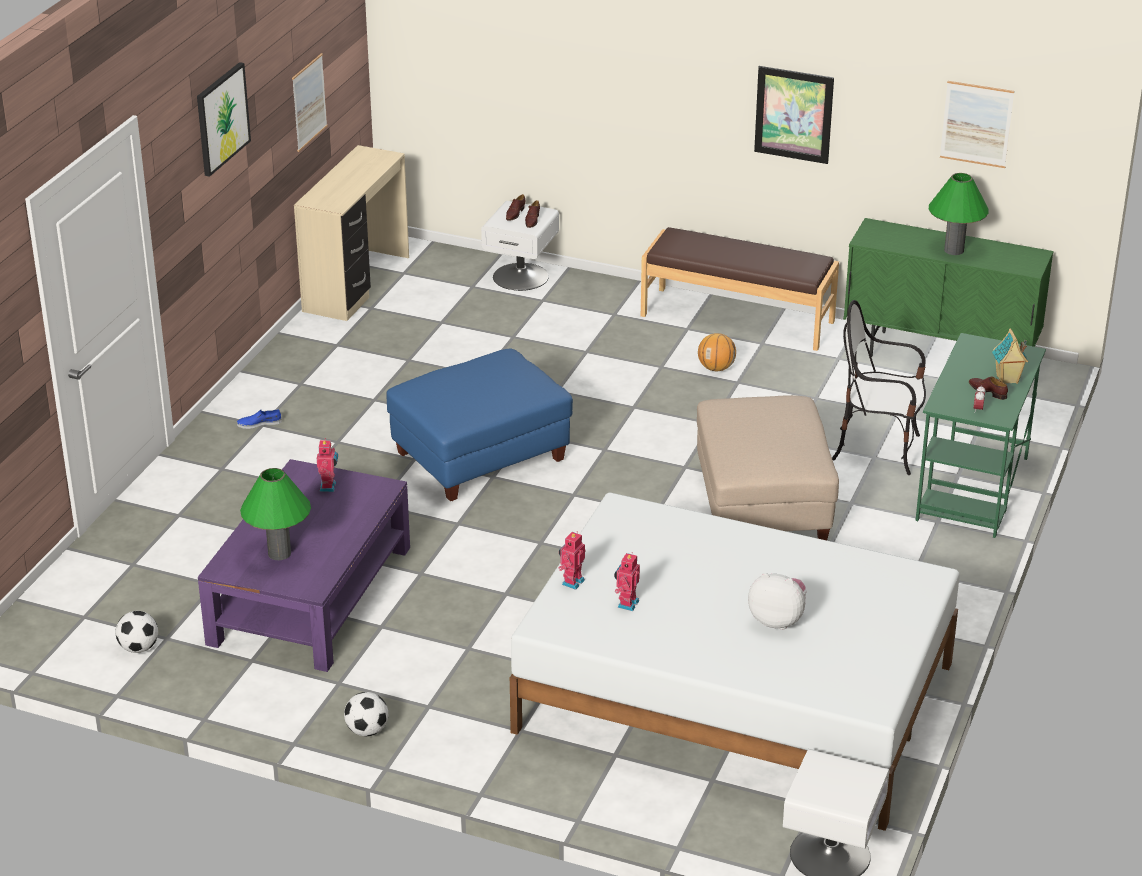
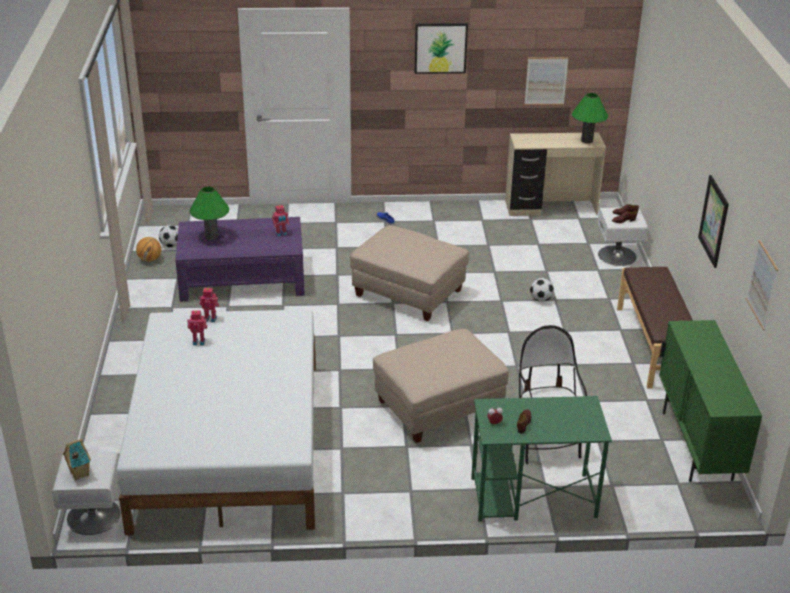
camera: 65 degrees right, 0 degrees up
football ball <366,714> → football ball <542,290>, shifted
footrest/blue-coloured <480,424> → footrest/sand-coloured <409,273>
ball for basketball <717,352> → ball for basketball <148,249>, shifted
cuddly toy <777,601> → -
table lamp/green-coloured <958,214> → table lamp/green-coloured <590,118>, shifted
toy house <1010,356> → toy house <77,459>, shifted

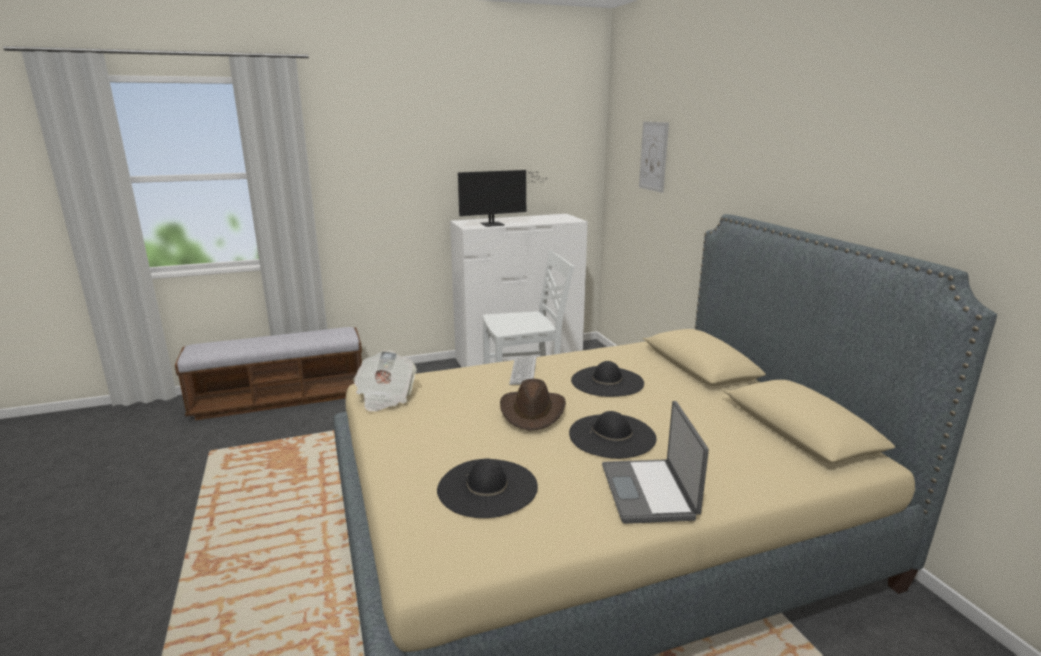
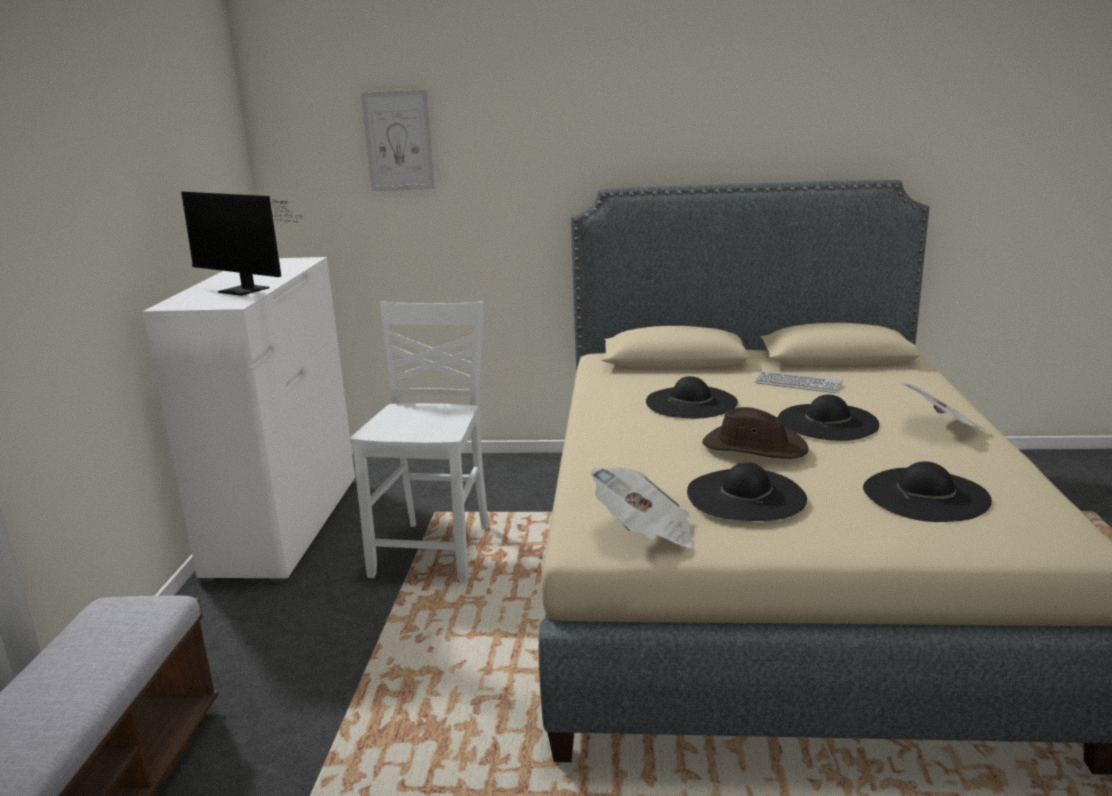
camera: 65 degrees left, 0 degrees up
computer display <502,198> → computer display <241,244>, 120 degrees clockwise
PC keyboard <522,370> → PC keyboard <798,382>, shifted
laptop <655,462> → newspaper <945,407>
- → wearable hat/black <747,491>

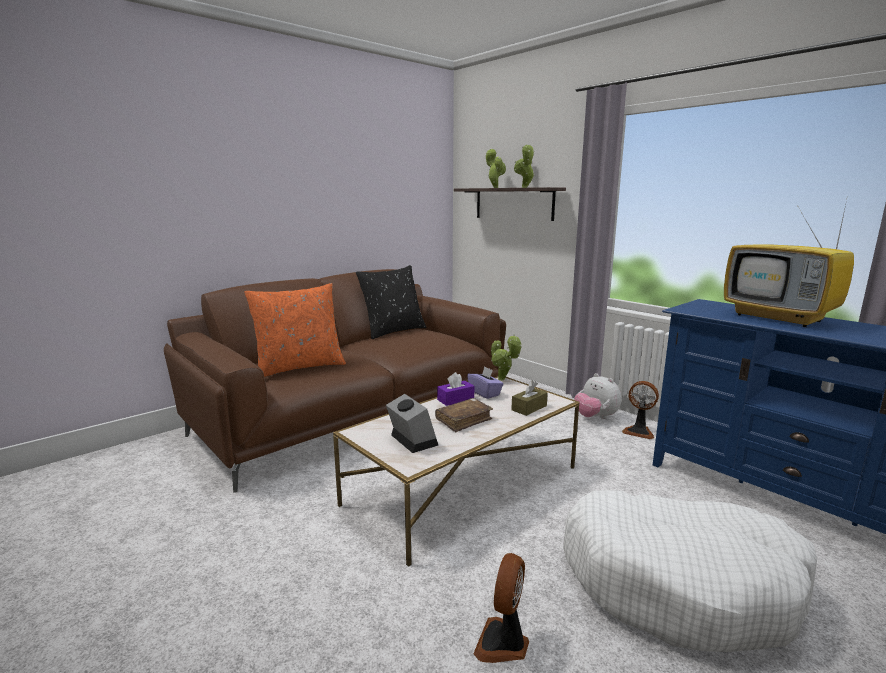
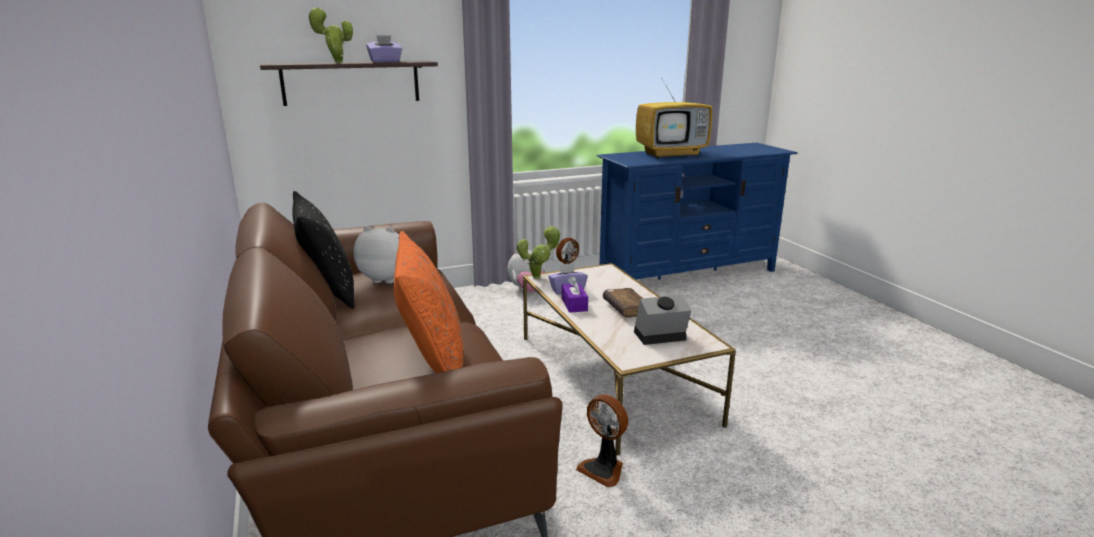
camera: 70 degrees left, 5 degrees up
electric fan <501,608> → electric fan <602,440>, shifted
tissue holder/brown-coloured <529,398> → -
houseplant <524,166> → tissue holder/purplish <384,48>
pet bed/whitish <690,571> → -
- → cuddly toy <376,255>

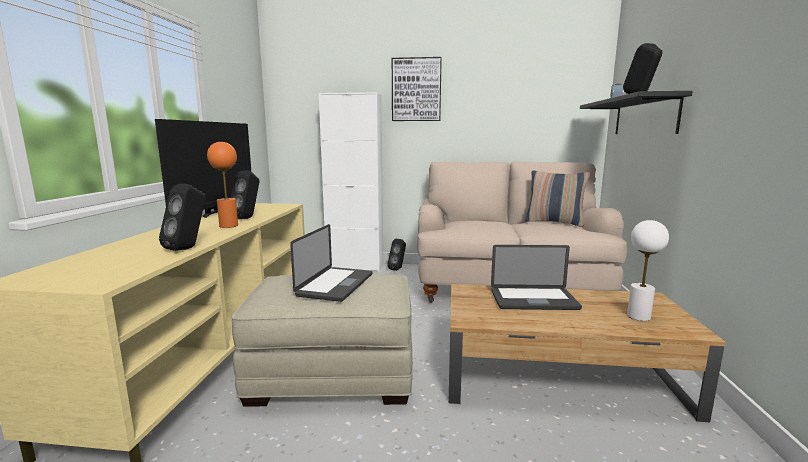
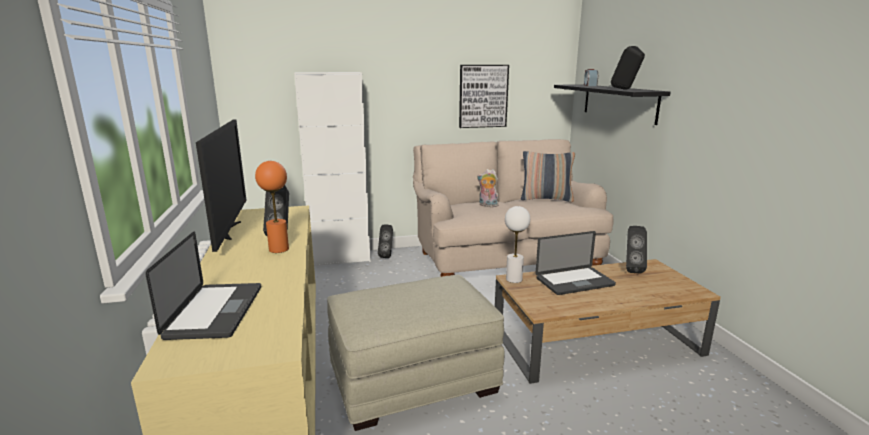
camera: 20 degrees left, 5 degrees up
audio speaker/black <182,217> → audio speaker/black <636,249>, shifted
laptop <331,263> → laptop <203,286>, shifted
picture <417,89> → picture <484,96>, shifted
table lamp/whitish <648,270> → table lamp/whitish <517,244>, shifted
- → cuddly toy <487,188>

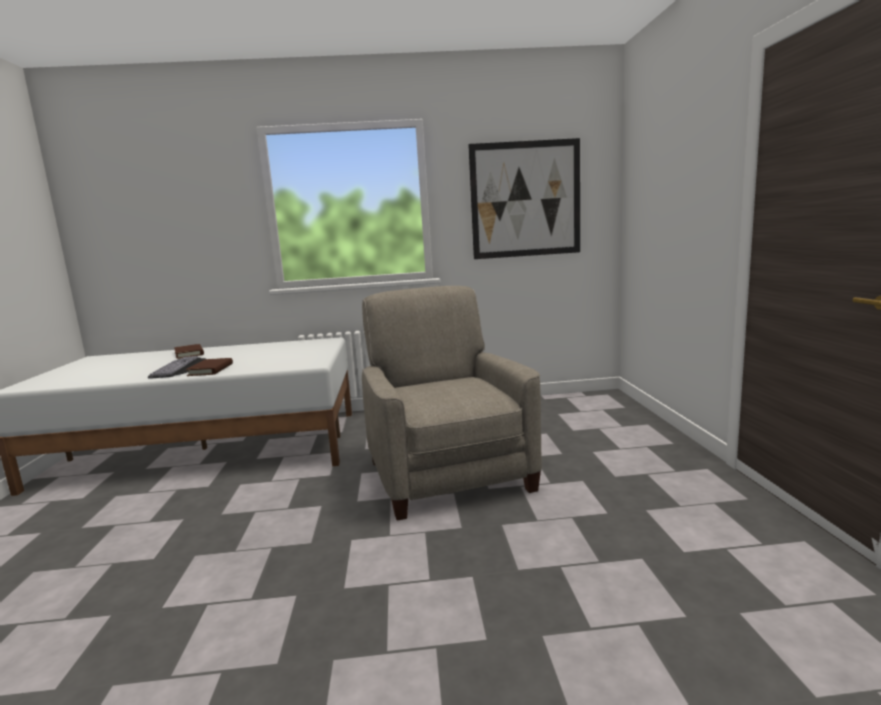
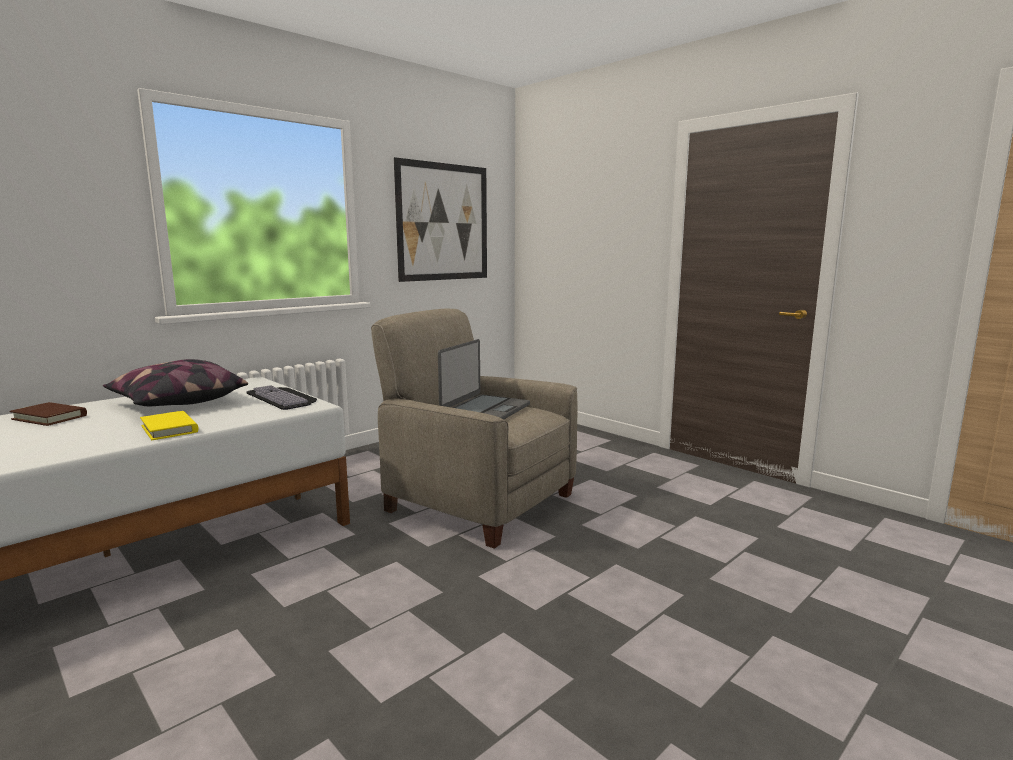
camera: 40 degrees left, 0 degrees up
PC keyboard <176,367> → PC keyboard <281,397>, shifted
bound book/brown-coloured <209,367> → bound book/yellow-coloured <169,425>
- → pillow <175,382>
- → laptop <484,379>

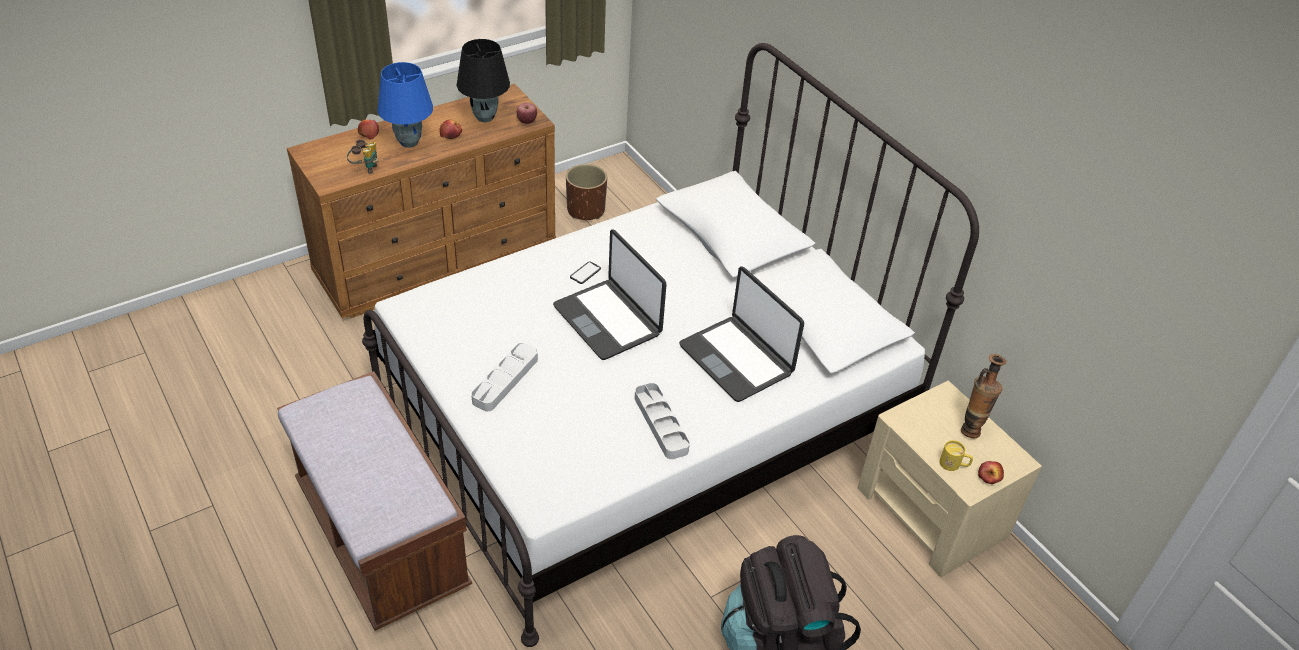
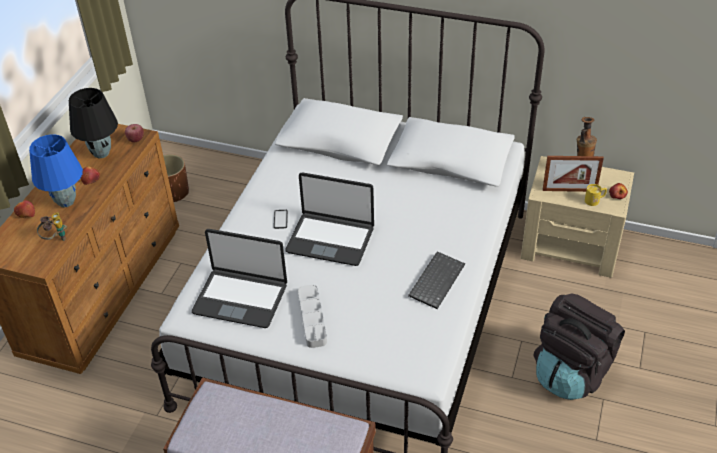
camera: 35 degrees left, 0 degrees up
tray/gray <662,421> → PC keyboard <436,280>
laptop <741,334> → laptop <239,278>, shifted
- → photo frame <573,174>

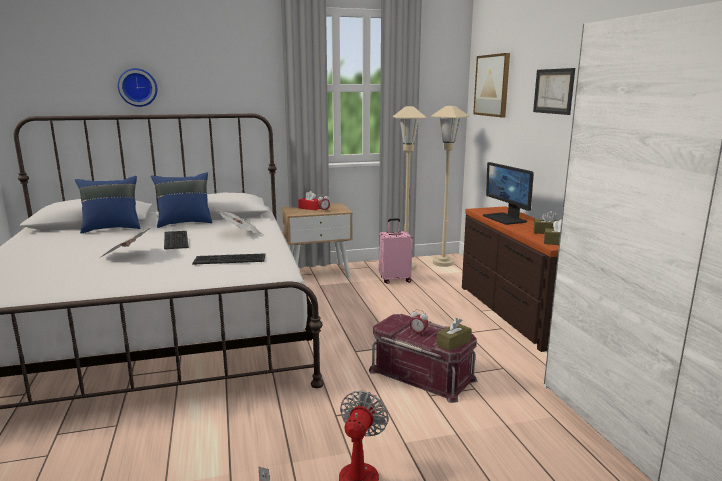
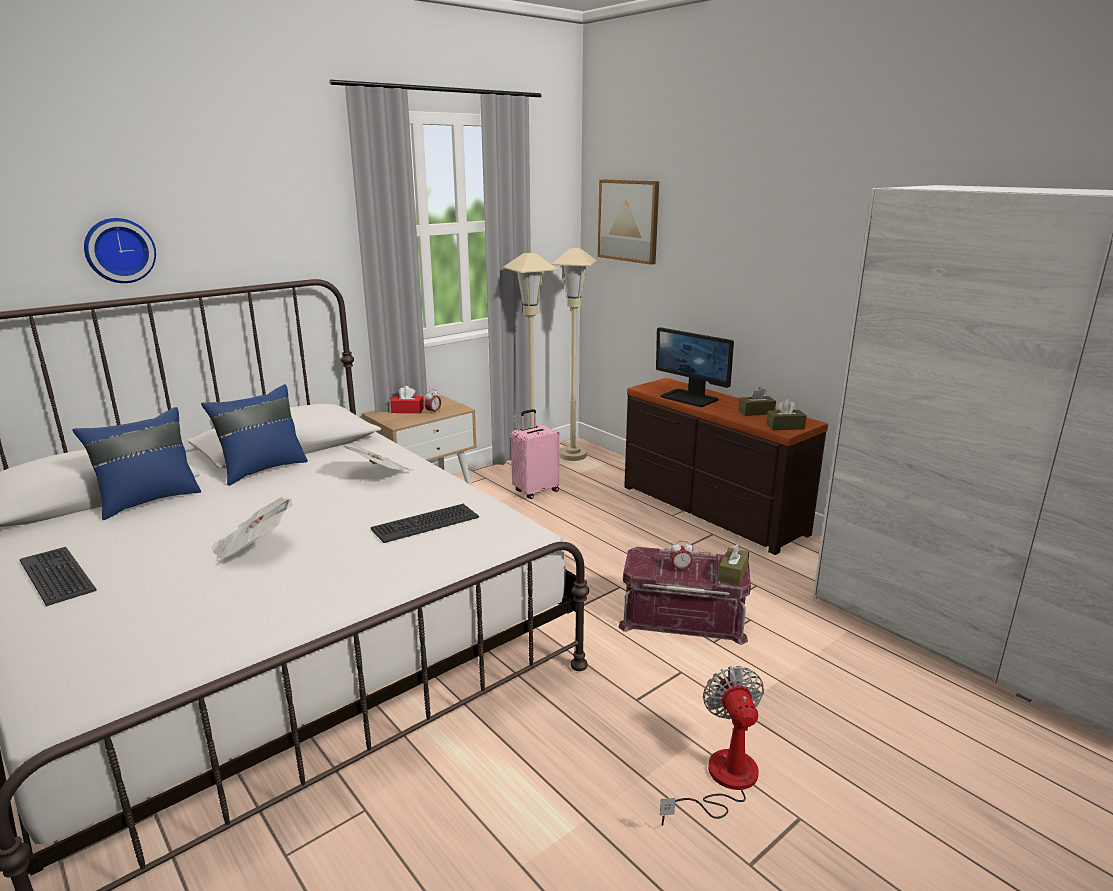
camera: 25 degrees left, 5 degrees up
PC keyboard <176,240> → PC keyboard <58,576>, shifted
picture <554,91> → -

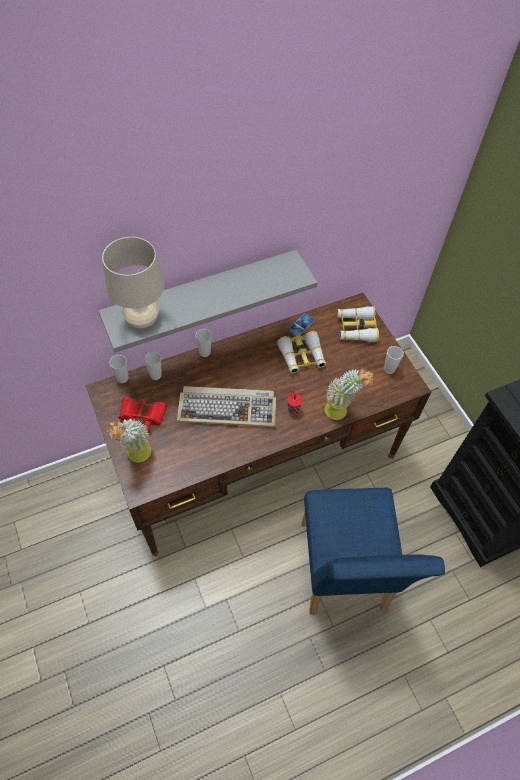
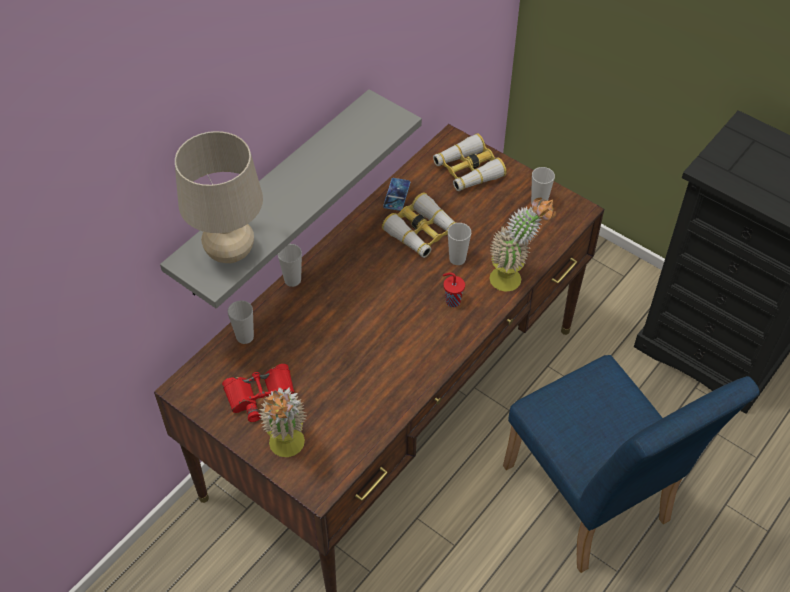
camera: 25 degrees left, 5 degrees down
small cup <119,369> → small cup <459,244>, shifted
PC keyboard <226,406> → -

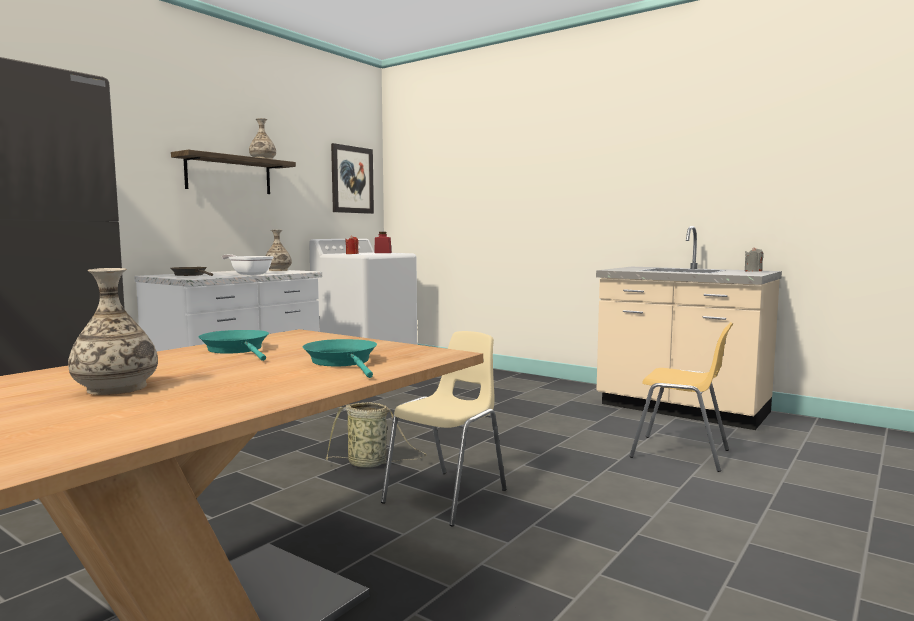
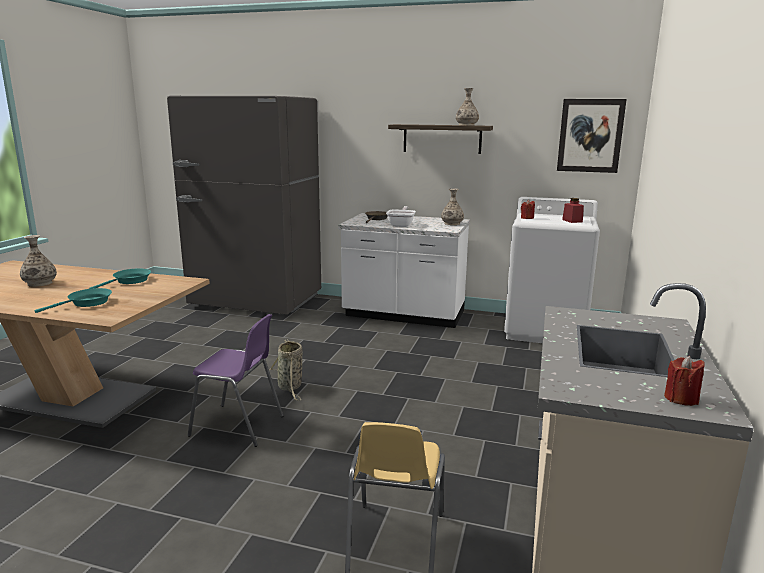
camera: 70 degrees right, 10 degrees up
upright chair/sand-coloured <443,429> → upright chair/purplish <235,380>
candle/gray <754,259> → candle/reddish <684,381>

